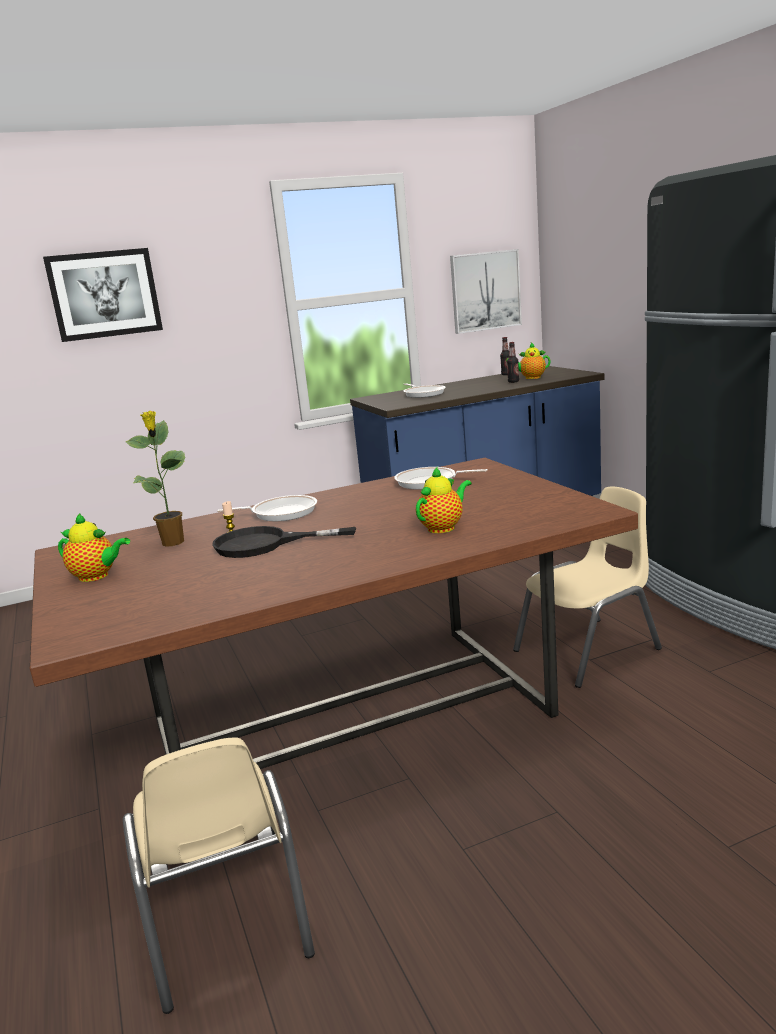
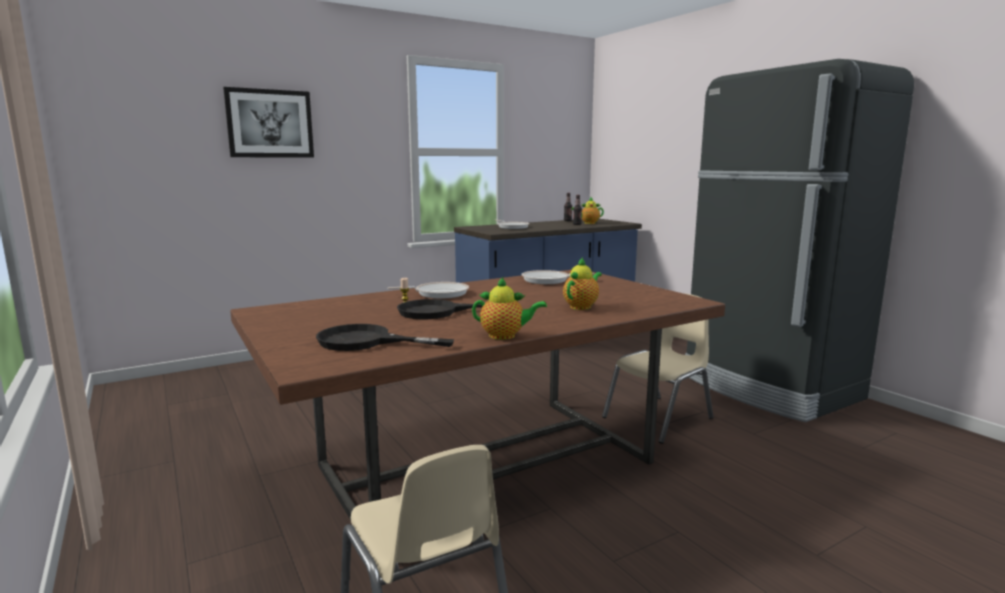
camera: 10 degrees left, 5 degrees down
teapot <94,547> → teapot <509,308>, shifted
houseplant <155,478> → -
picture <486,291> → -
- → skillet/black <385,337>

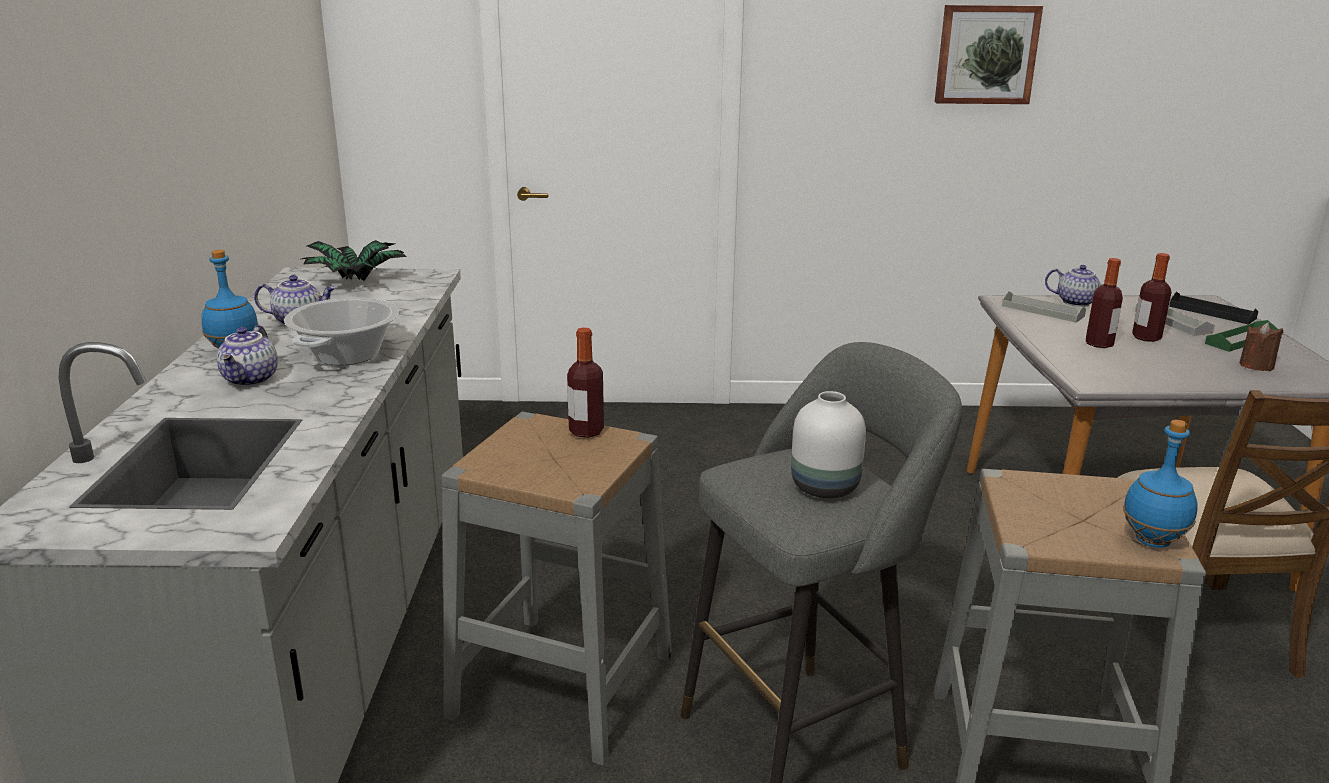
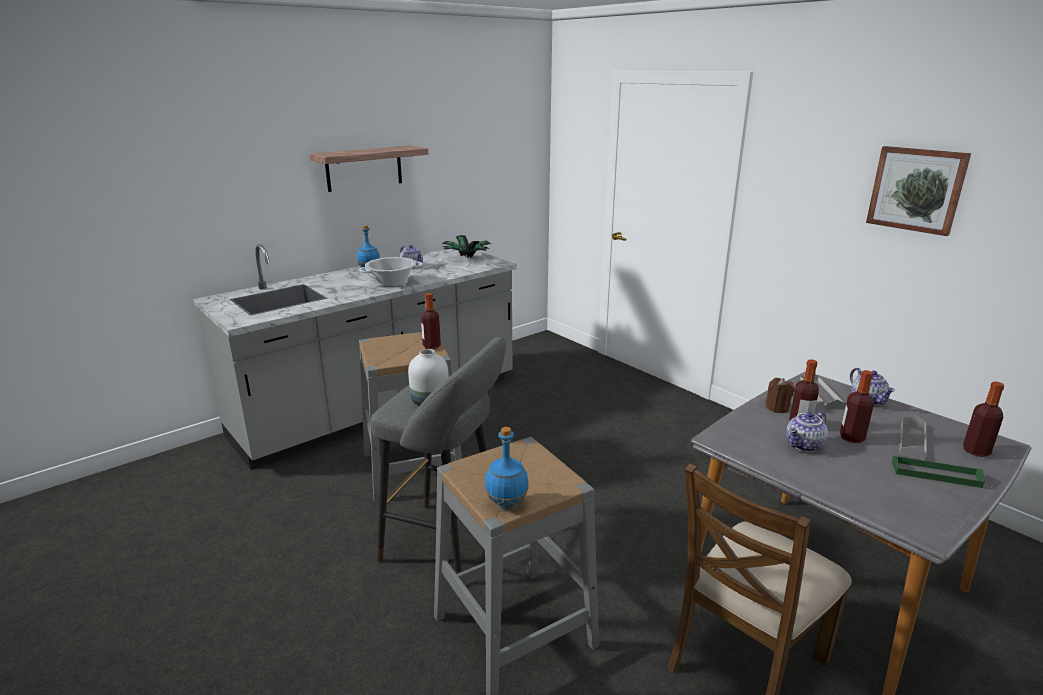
camera: 50 degrees right, 0 degrees up
teapot <247,356> → teapot <807,431>, shifted
tray/black <1213,308> → bottle <983,419>
candle/brown-coloured <1261,346> → candle/brown-coloured <780,395>, shifted
- → wall shelf <369,168>

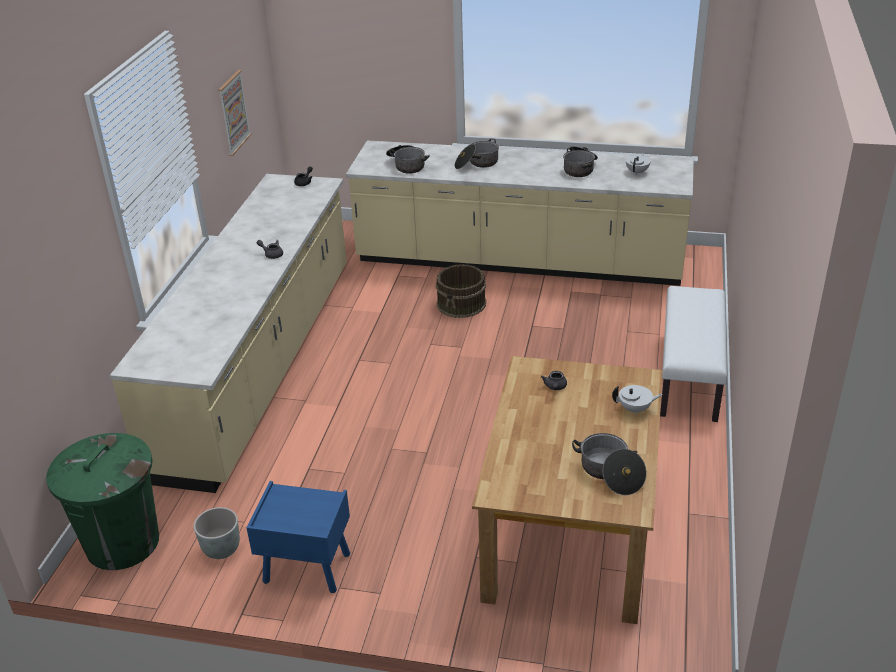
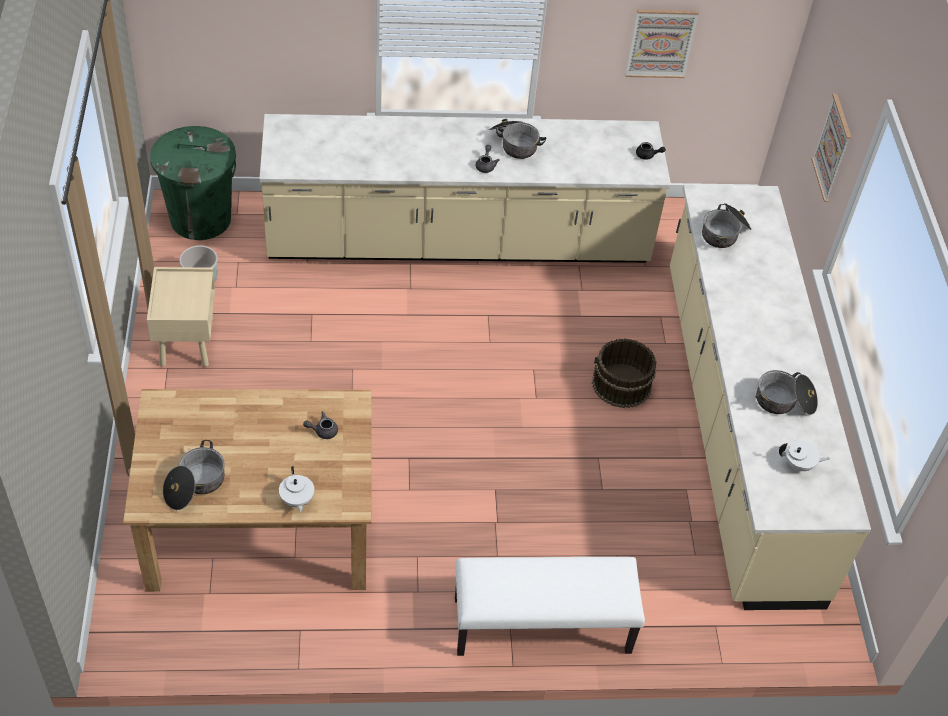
camera: 70 degrees right, 15 degrees up
nightstand/blue-coloured <298,537> → nightstand/sand-coloured <181,317>
saucepot <477,153> → saucepot <518,139>, shifted
- → picture <831,148>

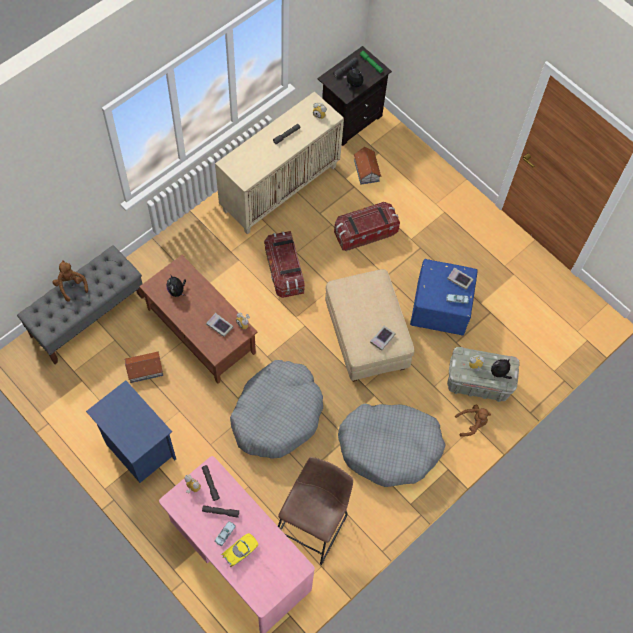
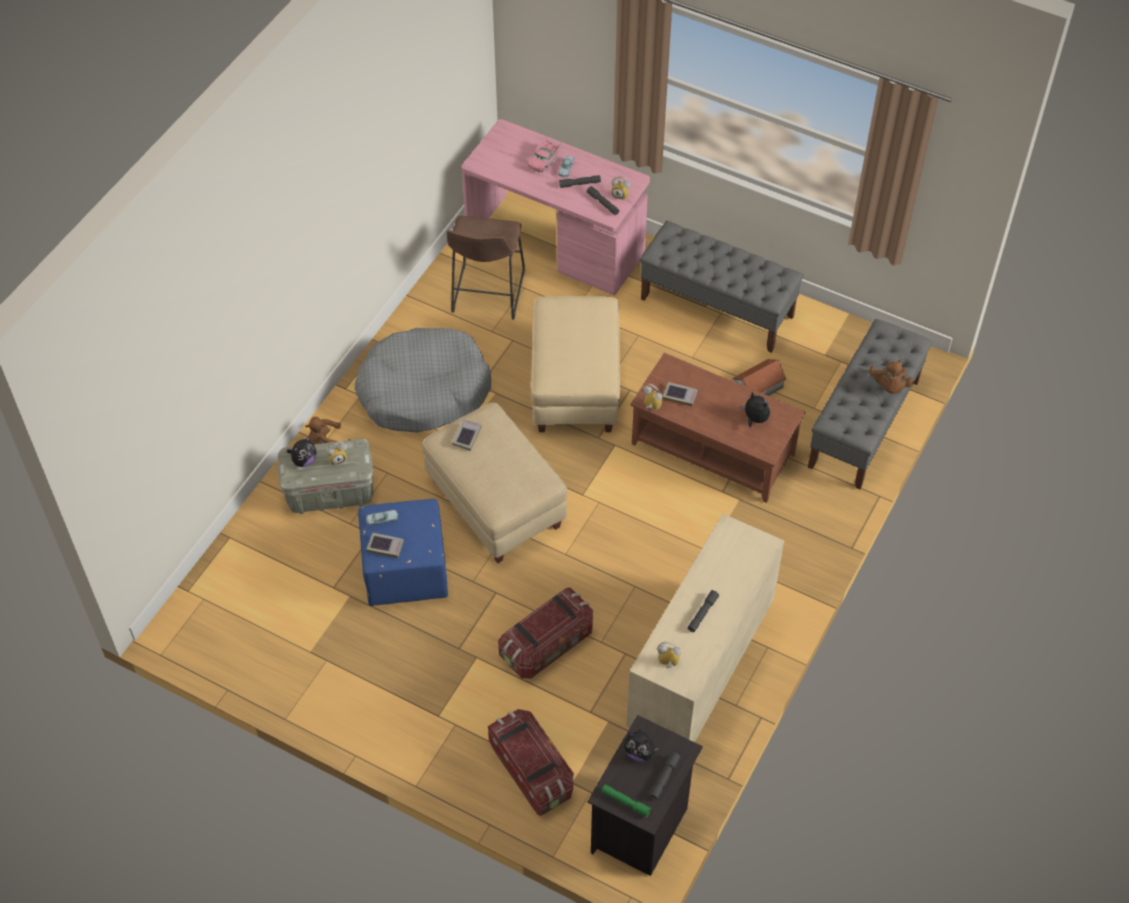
camera: 165 degrees right, 10 degrees down
cuddly toy/brown-coloured <70,281> → cuddly toy/brown-coloured <891,377>, 45 degrees clockwise
nightstand/blue-coloured <131,431> → indoor bench/gray <721,287>
model car/yellow-coloured <239,550> → model car/pink <544,154>
pet bed/gray <276,409> → footrest/sand-coloured <575,364>
storage bin <284,264> → storage bin <531,762>, shifted
toy house <367,166> → -

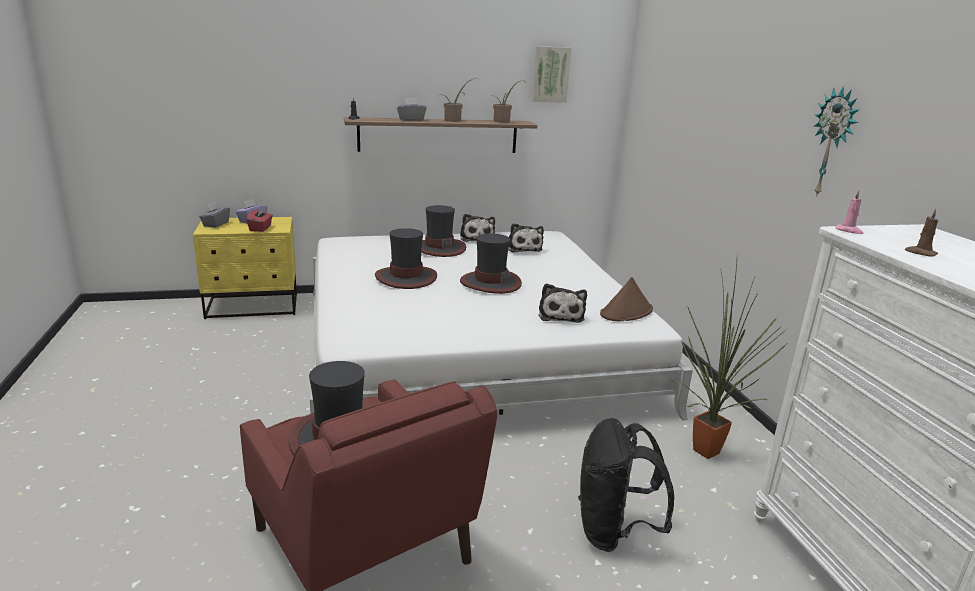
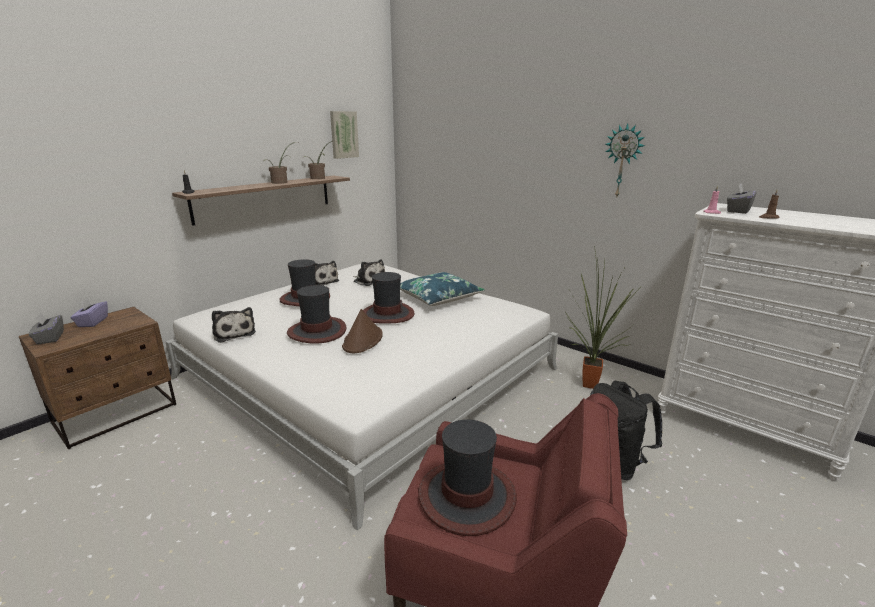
camera: 35 degrees left, 0 degrees up
nightstand/yellow-coloured <245,268> → nightstand/brown-coloured <97,378>
tissue holder/reddish <259,219> → -
tissue holder/gray <411,109> → tissue holder/gray <741,198>, shifted
cuddly toy <563,303> → cuddly toy <234,325>, shifted
wearable hat/brown-coloured <626,299> → wearable hat/brown-coloured <362,331>, shifted
- → pillow/blue-coloured <442,289>

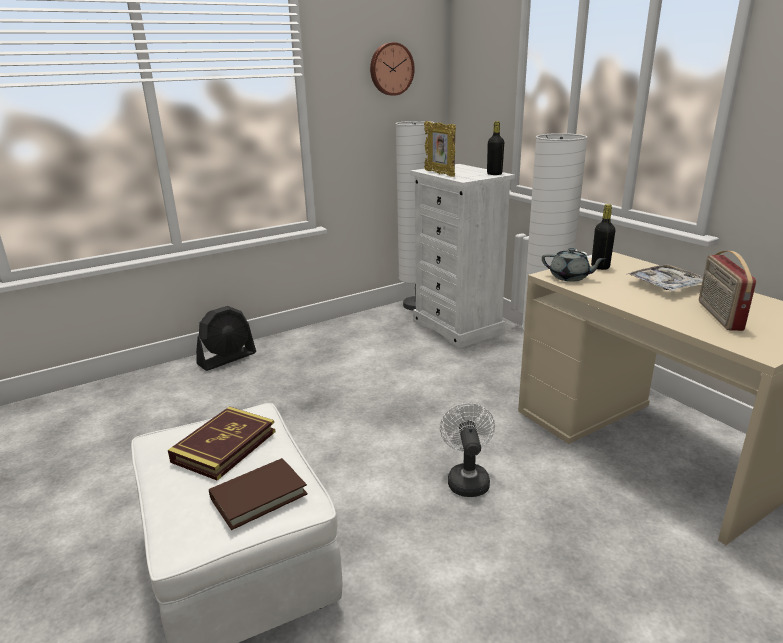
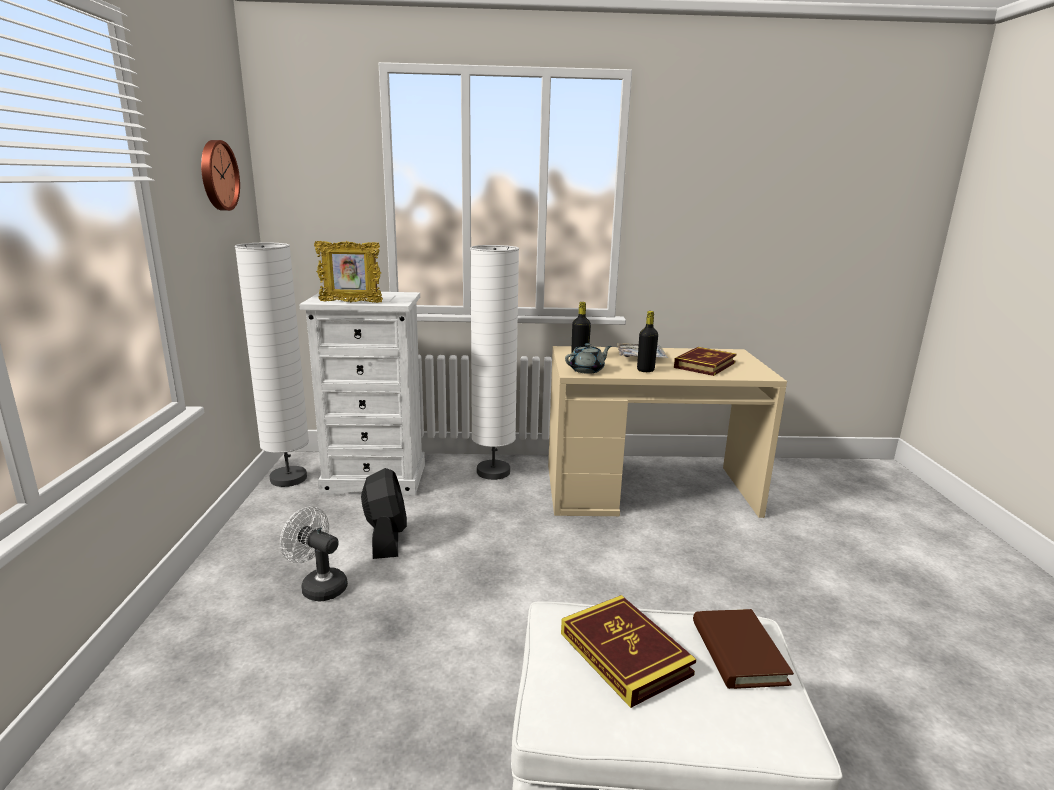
camera: 60 degrees left, 5 degrees down
electric fan/black <226,338> → electric fan/black <384,513>, shifted
electric fan/whitish <467,450> → electric fan/whitish <314,554>, shifted
bottle/black <495,148> → bottle/black <647,341>, shifted
radio receiver <727,291> → bound book <705,361>

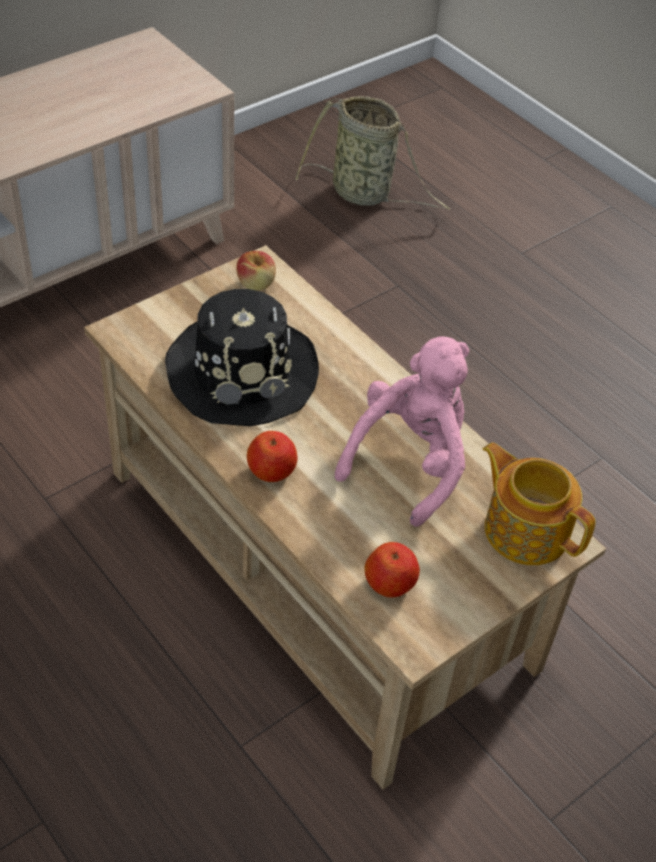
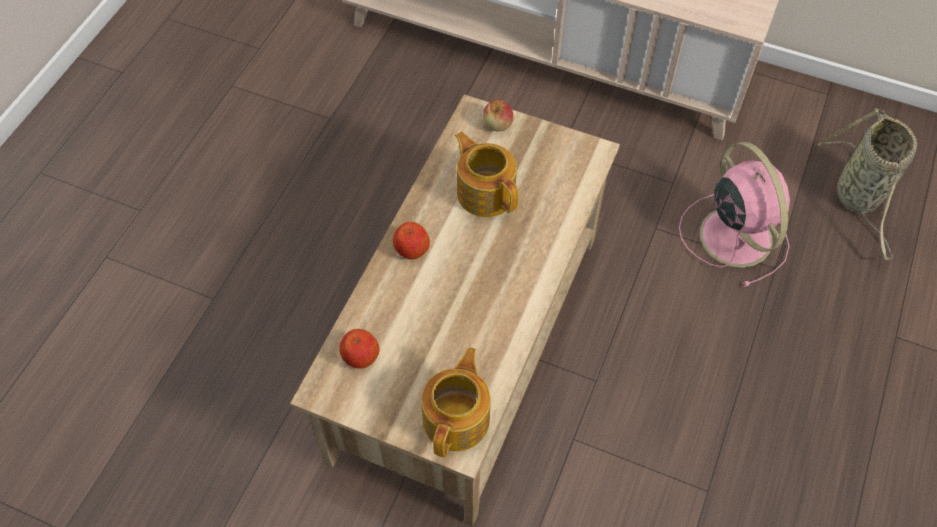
camera: 65 degrees right, 10 degrees up
wearable hat/black <242,357> → teapot <487,174>
whole apple <256,271> → whole apple <498,115>, shifted
cuddly toy/pink <402,432> → -
- → electric fan/pink <734,214>

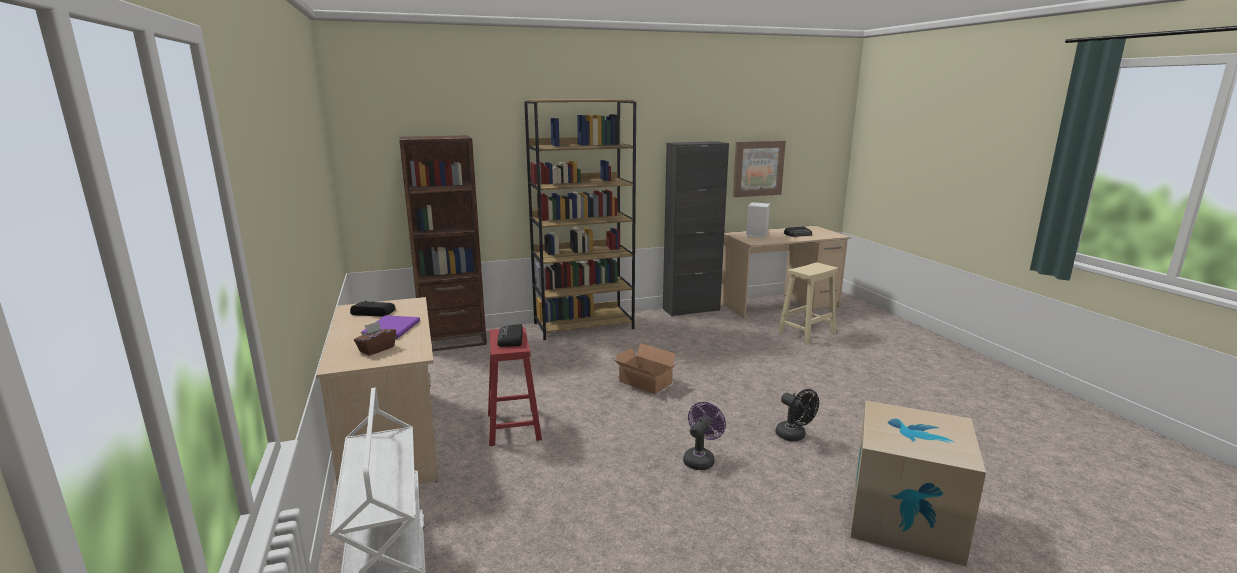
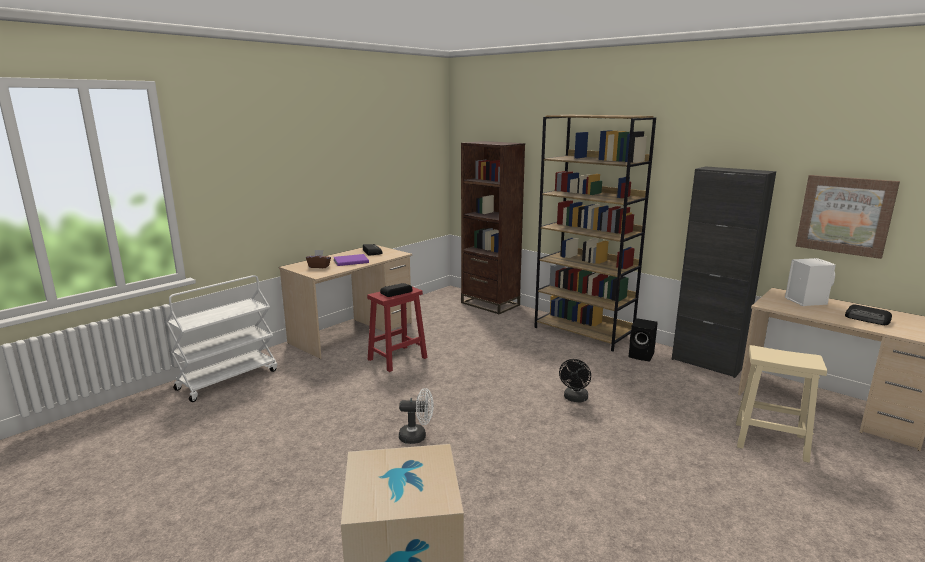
camera: 60 degrees right, 0 degrees up
carton <645,368> → -
electric fan/purplish <704,436> → electric fan/whitish <416,416>
electric fan/black <797,415> → electric fan/black <575,380>, shifted
- → audio speaker/black <643,339>

